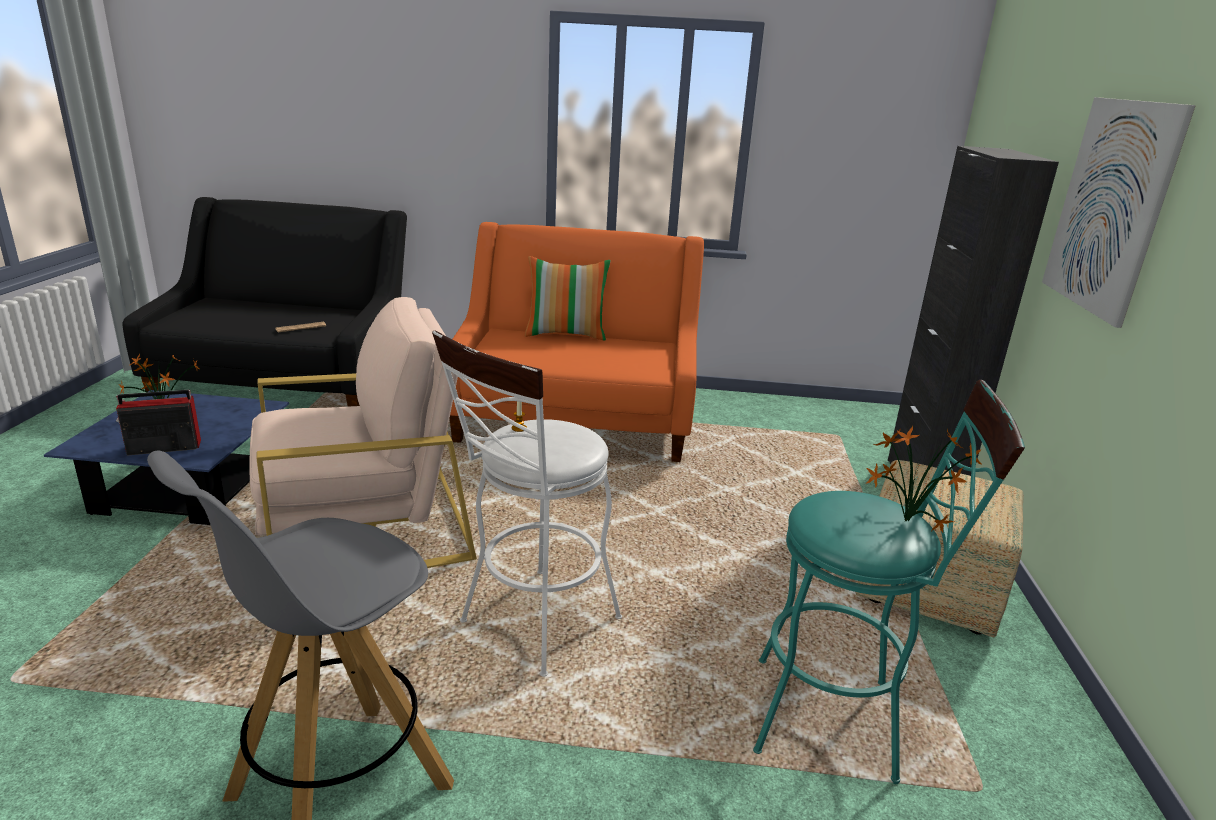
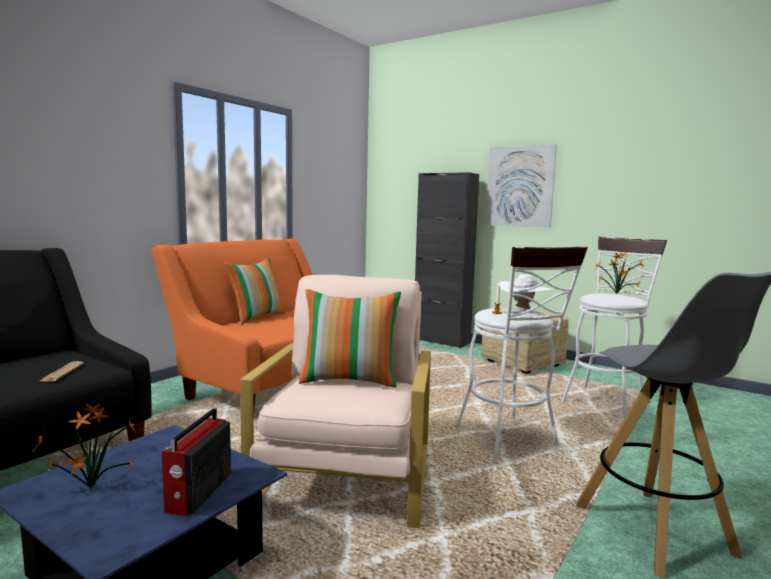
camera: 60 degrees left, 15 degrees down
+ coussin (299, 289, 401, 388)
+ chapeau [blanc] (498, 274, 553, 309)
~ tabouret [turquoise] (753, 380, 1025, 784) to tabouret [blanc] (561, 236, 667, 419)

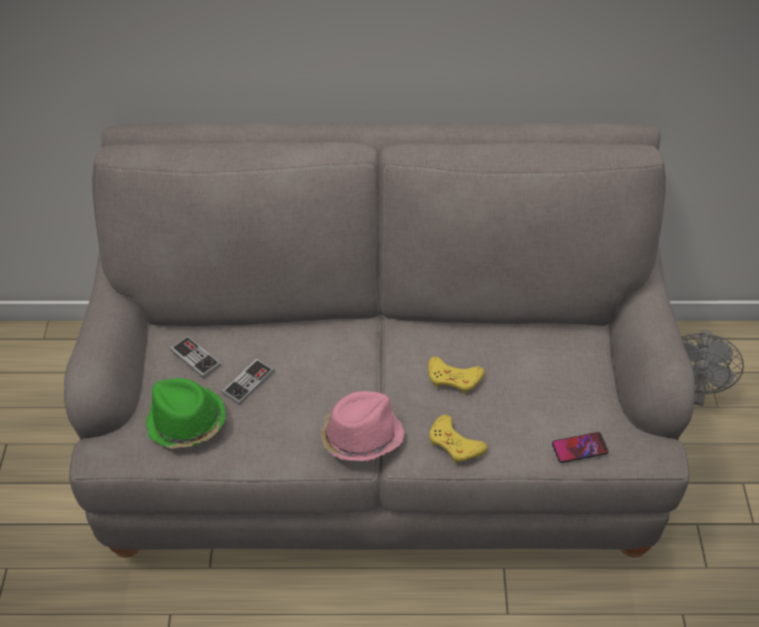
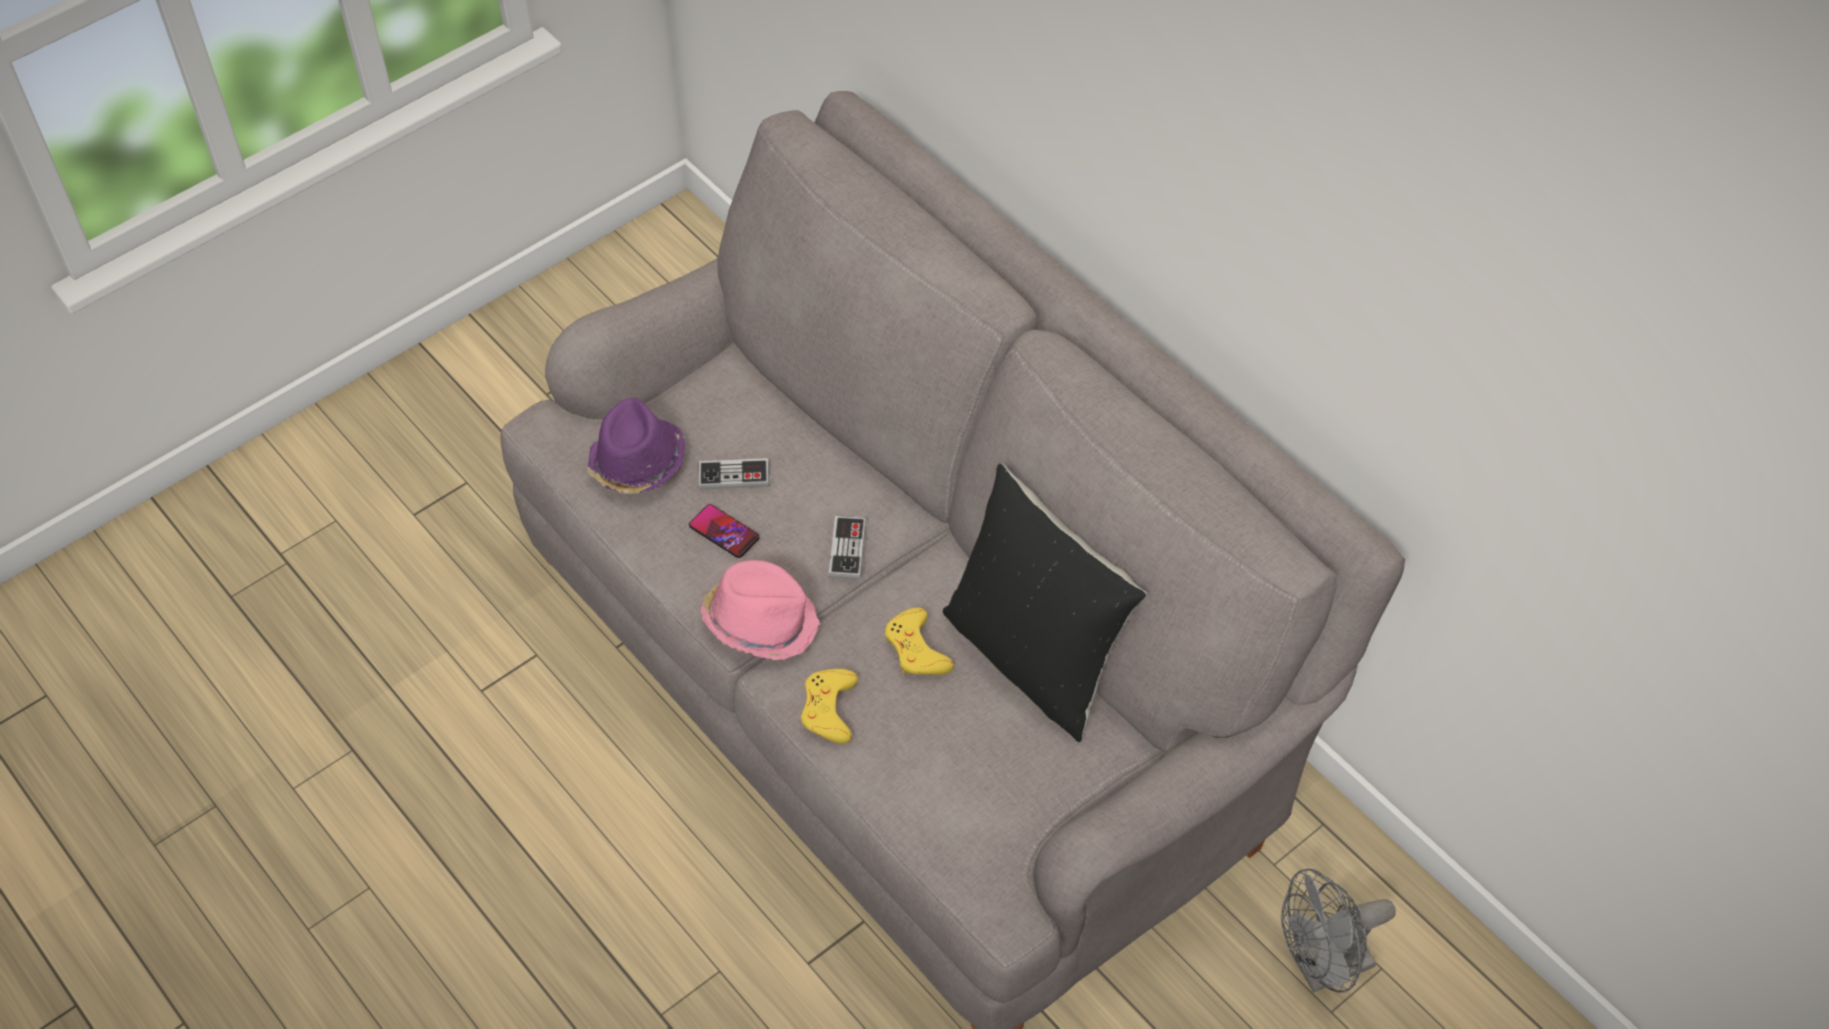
camera: 50 degrees right, 5 degrees up
~ chapeau [vert] (146, 378, 226, 449) to chapeau [violet] (586, 397, 685, 494)
~ téléphone (552, 432, 609, 463) to (689, 504, 760, 558)
~ manette (170, 336, 221, 379) to (828, 516, 866, 579)
+ coussin [noir] (943, 463, 1147, 742)

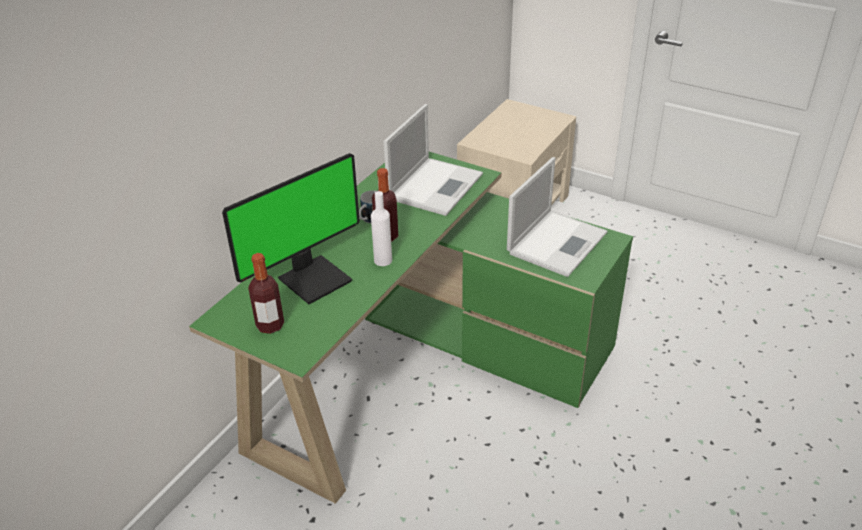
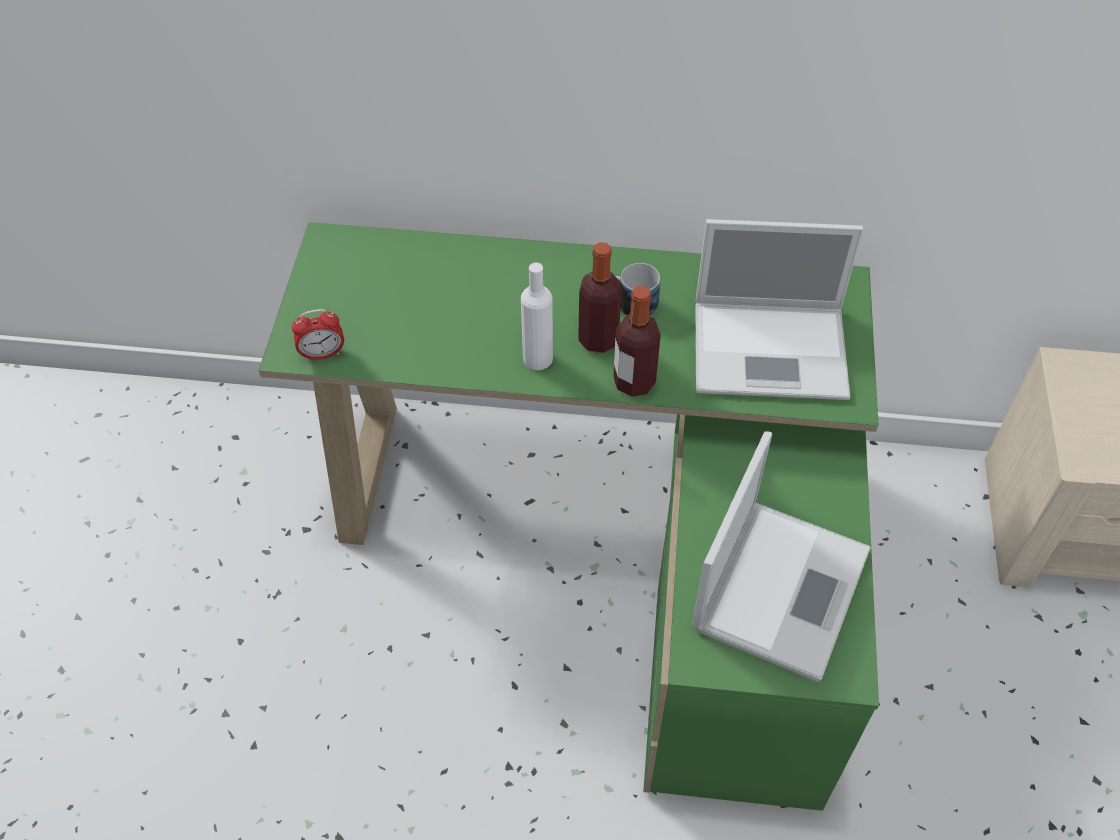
camera: 65 degrees right, 15 degrees up
+ réveil (292, 309, 344, 361)
~ bouteille (248, 253, 284, 334) to (613, 286, 661, 397)
~ ordinateur portable (507, 157, 607, 277) = (692, 431, 871, 682) 75 degrees counterclockwise
- écran d'ordinateur (222, 153, 360, 304)

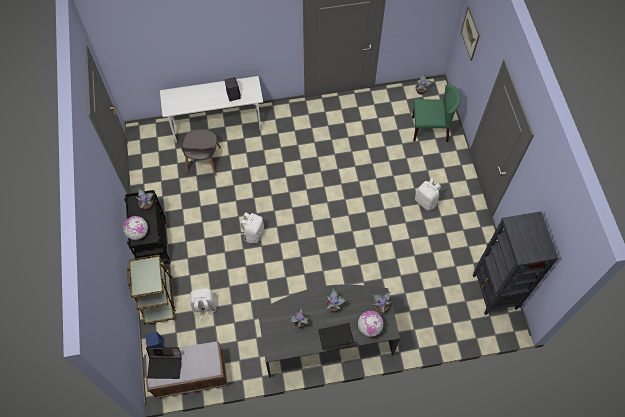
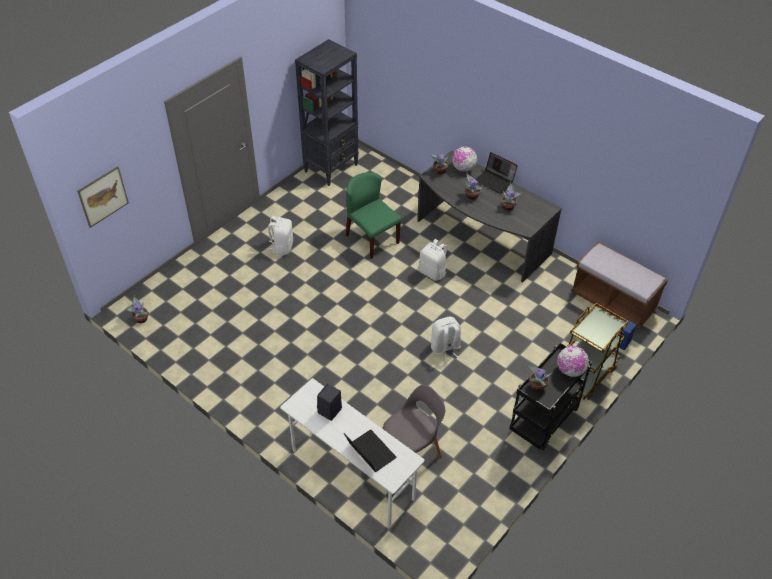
camera: 130 degrees left, 15 degrees down
~ ordinateur portable (146, 347, 182, 379) to (344, 430, 397, 472)
~ chaise [vert] (412, 84, 461, 142) to (346, 172, 402, 259)
~ sac à dos [blanc] (190, 288, 217, 321) to (419, 239, 448, 281)

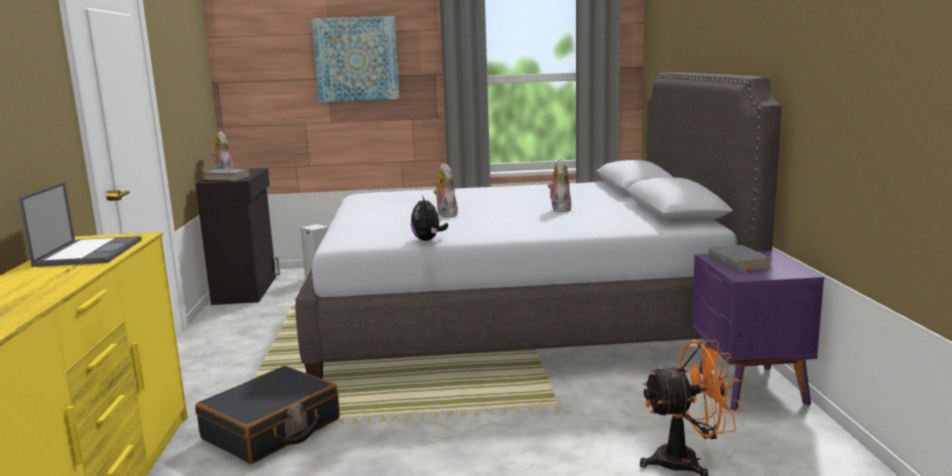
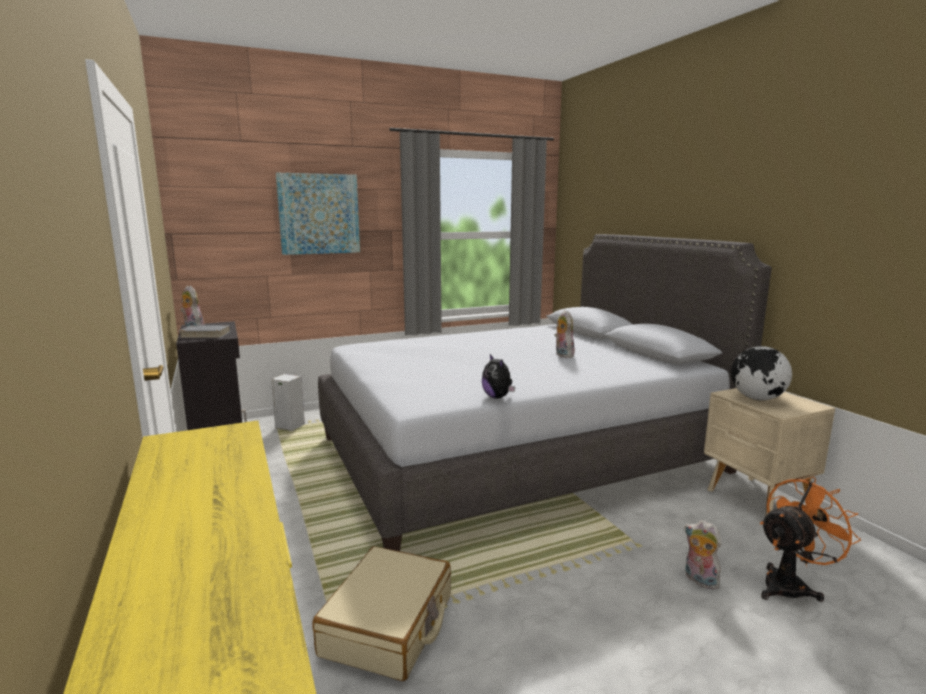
camera: 20 degrees left, 0 degrees up
~ valise [noir] (195, 366, 340, 464) to valise [beige] (313, 546, 451, 681)
~ peluche (433, 163, 458, 217) to (685, 520, 722, 590)
~ table de chevet [violet] (692, 250, 824, 410) to table de chevet [beige] (704, 388, 835, 515)
~ livre [gris] (708, 245, 773, 274) to globe (731, 346, 792, 400)
- ordinateur portable (19, 182, 142, 267)

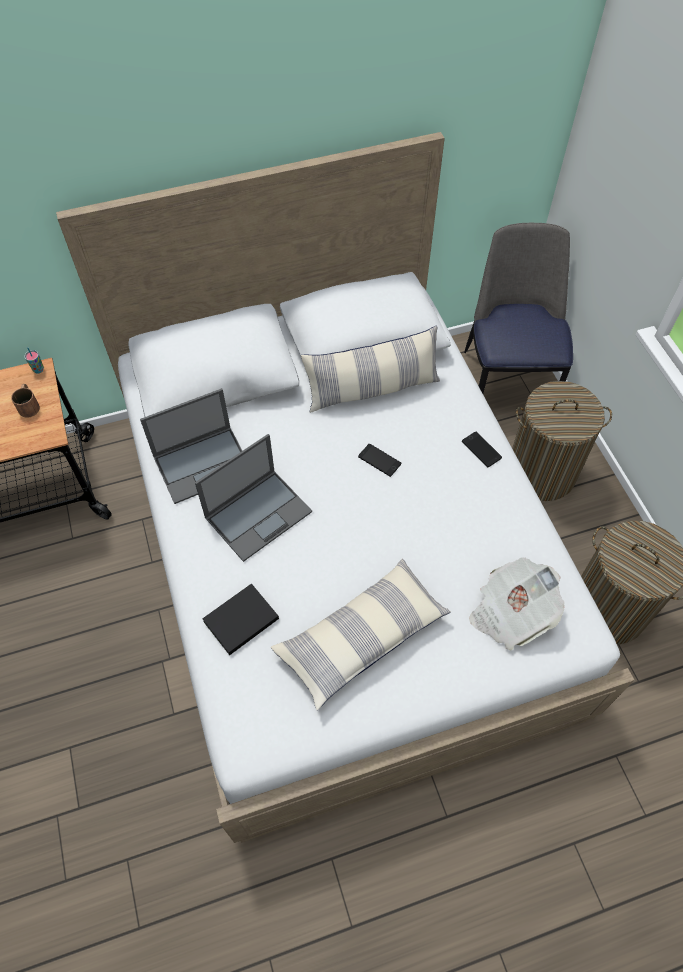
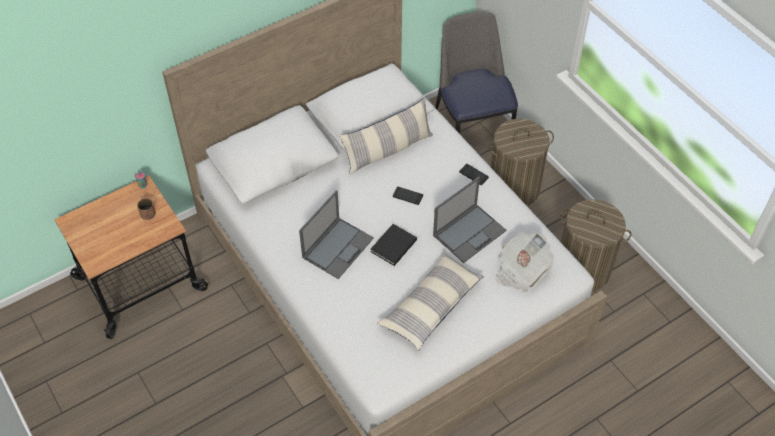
camera: 15 degrees left, 5 degrees down
~ livre [noir] (202, 584, 279, 655) to (371, 224, 417, 266)
~ ordinateur portable (140, 388, 242, 504) to (433, 177, 506, 263)

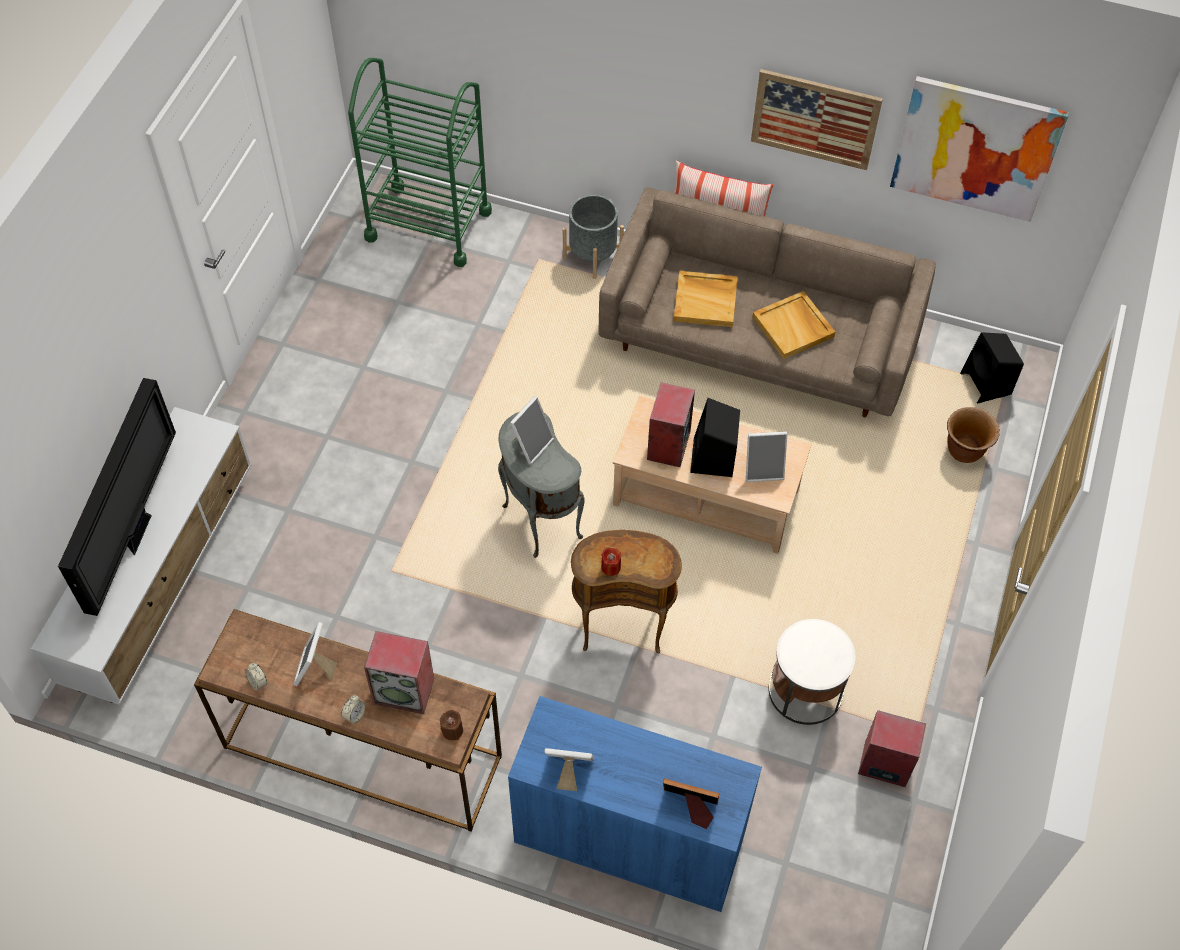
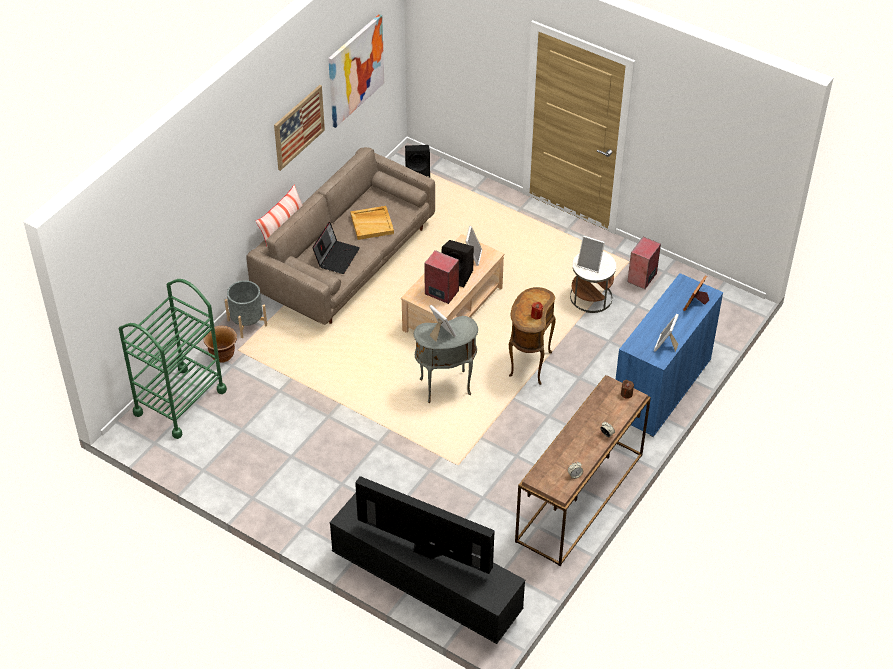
camera: 75 degrees left, 10 degrees down
~ cache-pot [marron] (947, 407, 1000, 463) to (204, 326, 237, 363)
~ plateau [beige] (674, 271, 738, 327) to ordinateur portable (312, 222, 360, 274)
~ meuble télé [blanc] (31, 407, 251, 705) to meuble télé [noir] (330, 493, 525, 644)
~ cadre photo (293, 622, 337, 686) to (577, 235, 605, 273)
- enceinte (364, 631, 434, 714)

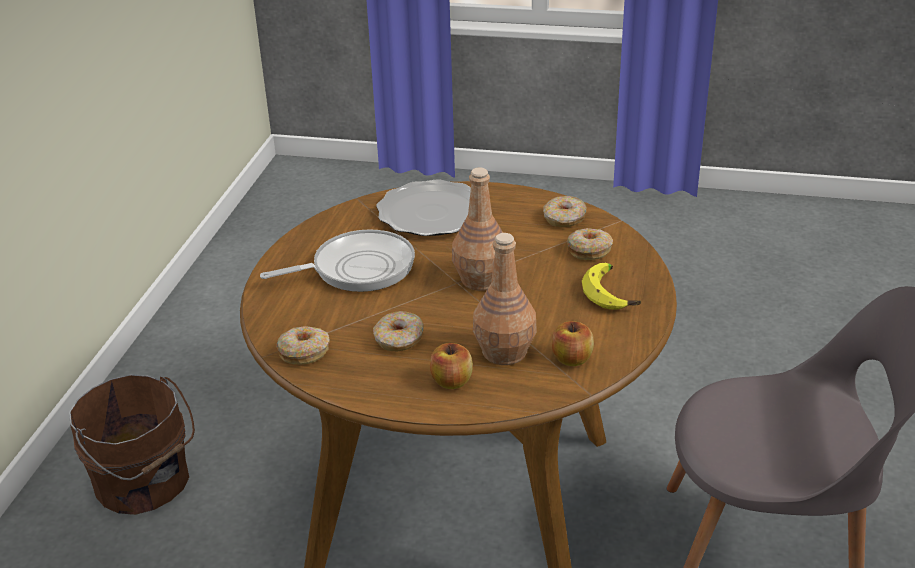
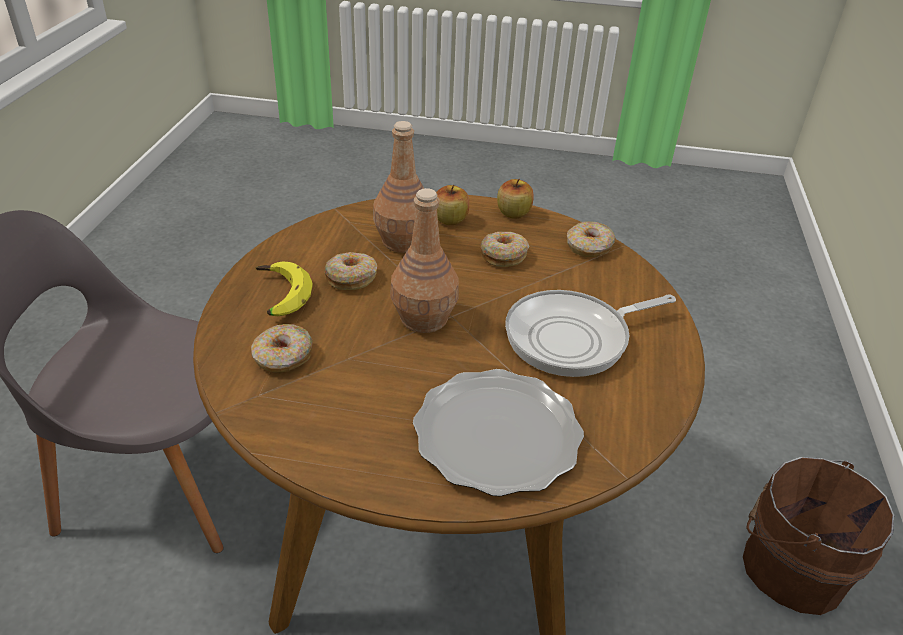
camera: 175 degrees right, 5 degrees up
~ beignet (543, 196, 587, 227) to (325, 252, 378, 290)
~ pomme (552, 321, 594, 366) to (497, 179, 534, 219)

